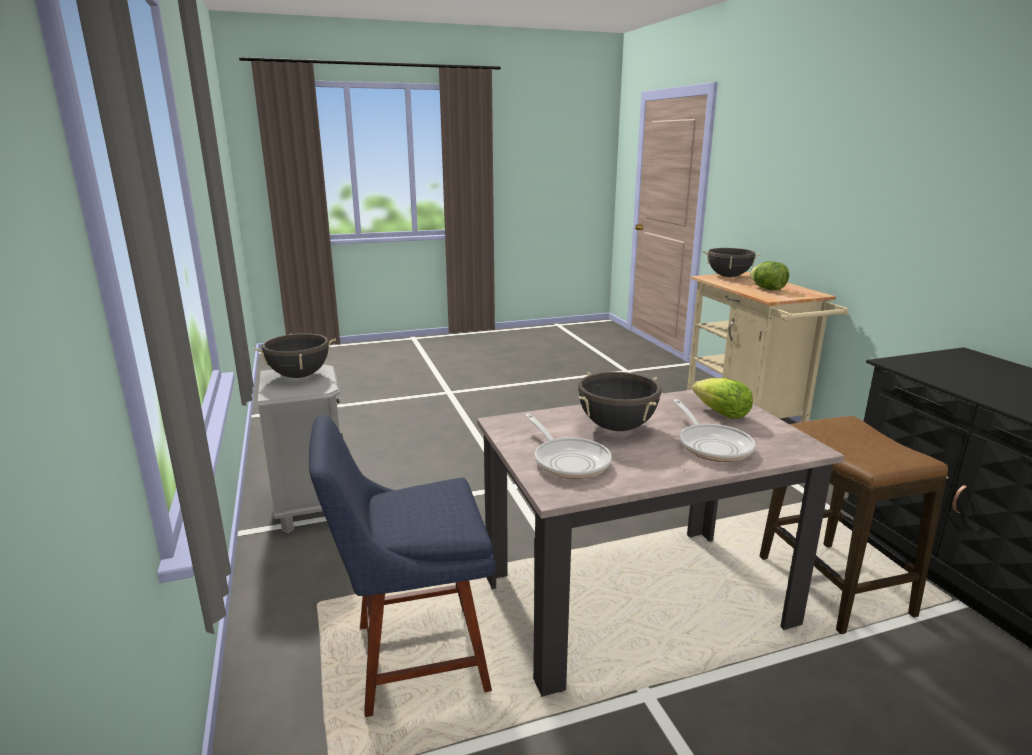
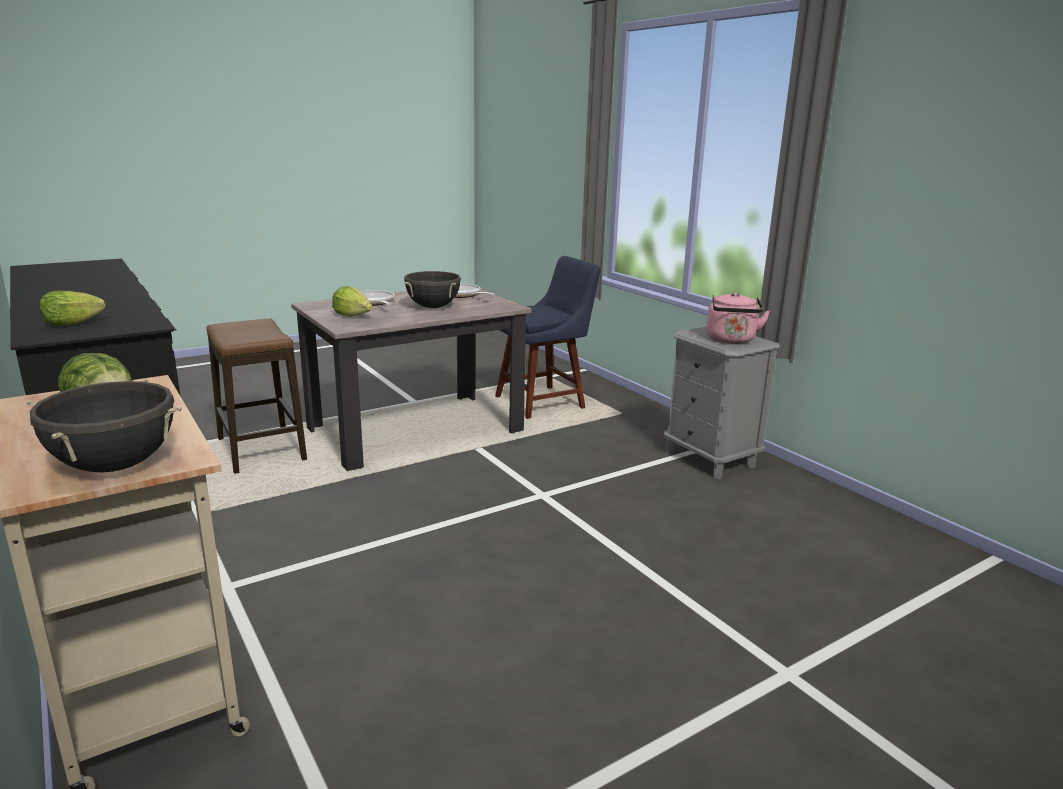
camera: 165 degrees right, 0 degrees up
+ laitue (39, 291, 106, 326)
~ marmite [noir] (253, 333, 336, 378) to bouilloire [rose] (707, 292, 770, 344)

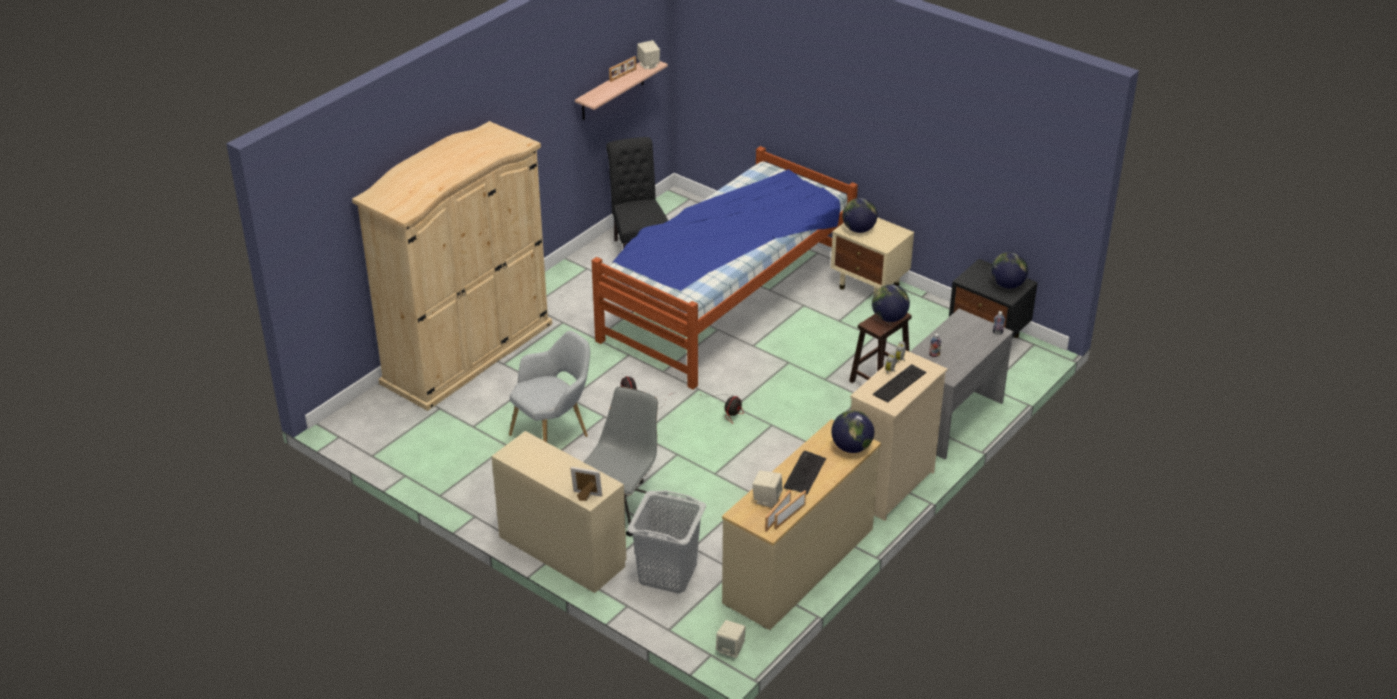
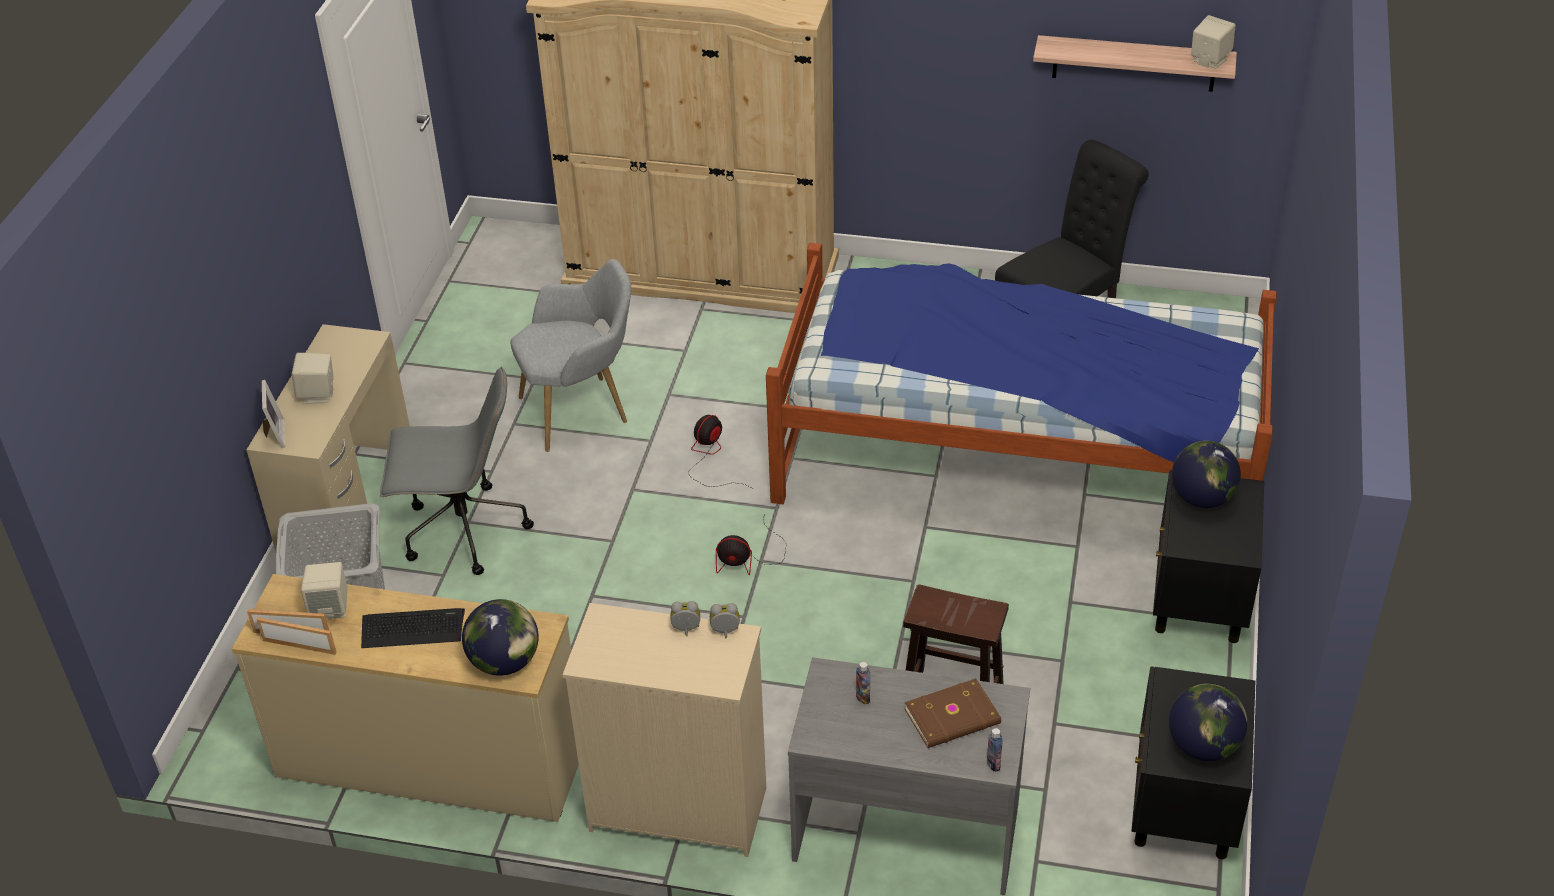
camera: 65 degrees right, 5 degrees up
~ enceinte [beige] (716, 620, 745, 658) to (292, 353, 334, 404)
~ fauteuil [gris] (509, 331, 590, 442) = (510, 259, 631, 452) 45 degrees counterclockwise
+ livre [marron] (905, 678, 1001, 748)
~ table de chevet [beige] (831, 217, 914, 294) to table de chevet [noir] (1153, 470, 1264, 643)
- cadre photo (609, 56, 636, 82)
- globe (872, 284, 910, 322)
- clavier (873, 364, 926, 403)

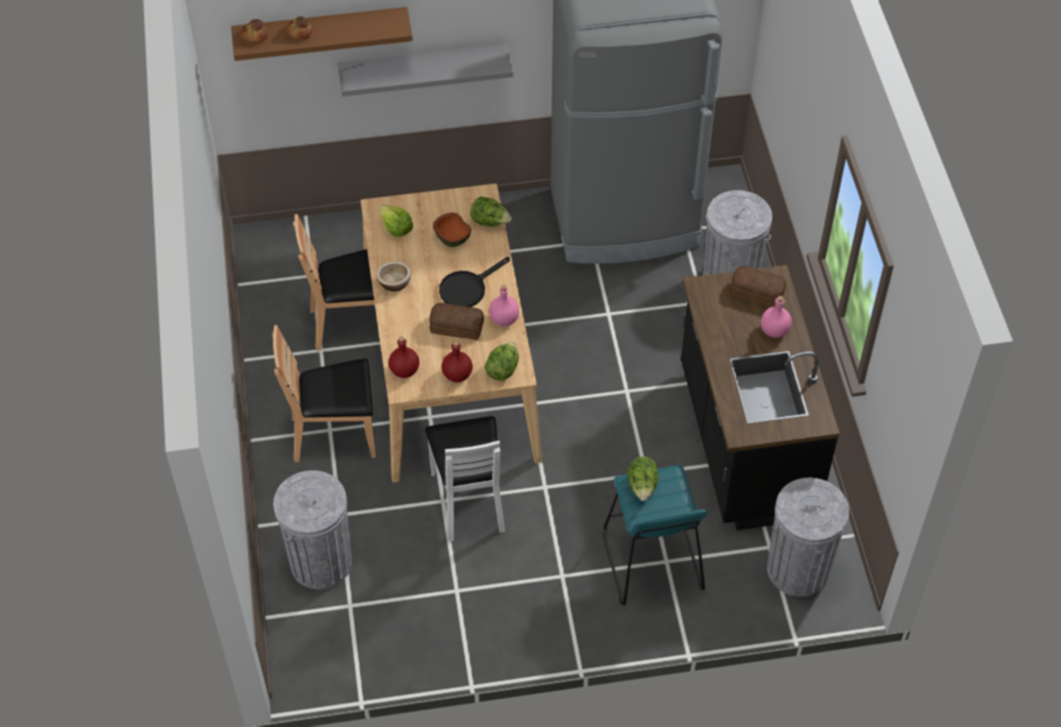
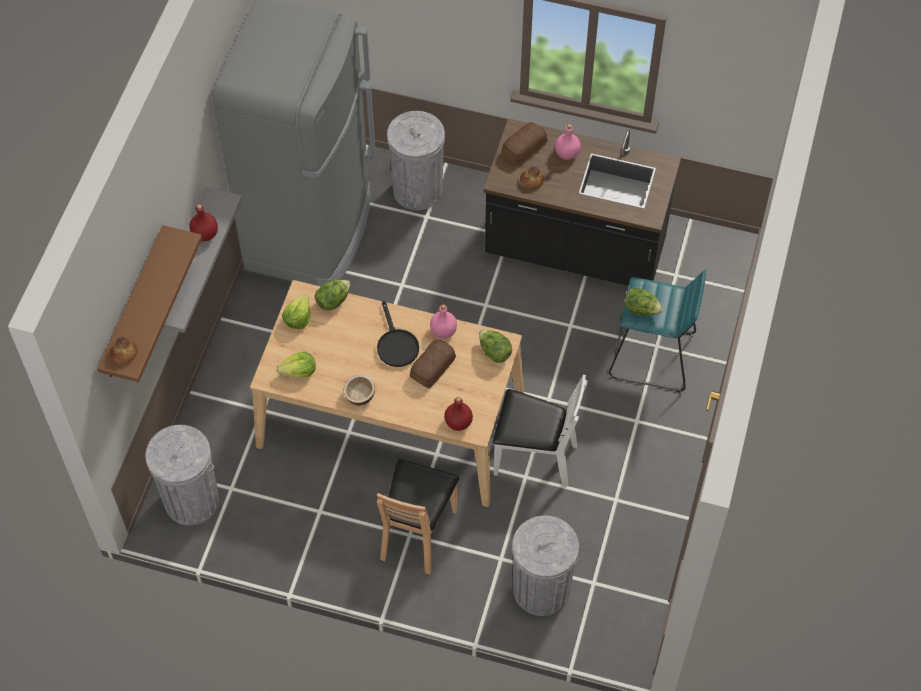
camera: 65 degrees left, 5 degrees up
~ poubelle [gris] (767, 478, 849, 597) to (146, 425, 219, 525)
~ bouteille [rouge] (442, 341, 473, 382) to (190, 204, 218, 241)
+ laitue (282, 294, 310, 329)
~ pain (286, 16, 312, 41) to (520, 166, 544, 189)
- chaise [marron] (293, 214, 375, 351)
- bol (433, 212, 471, 247)

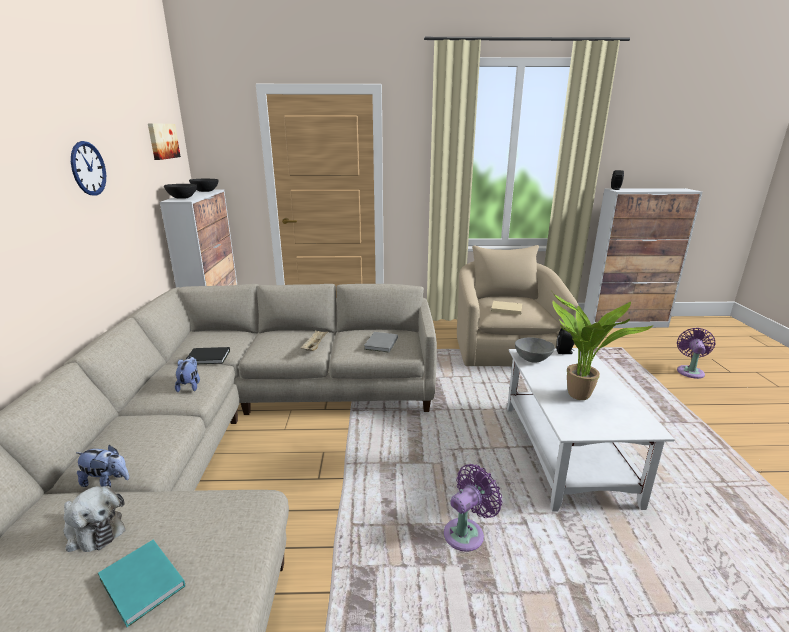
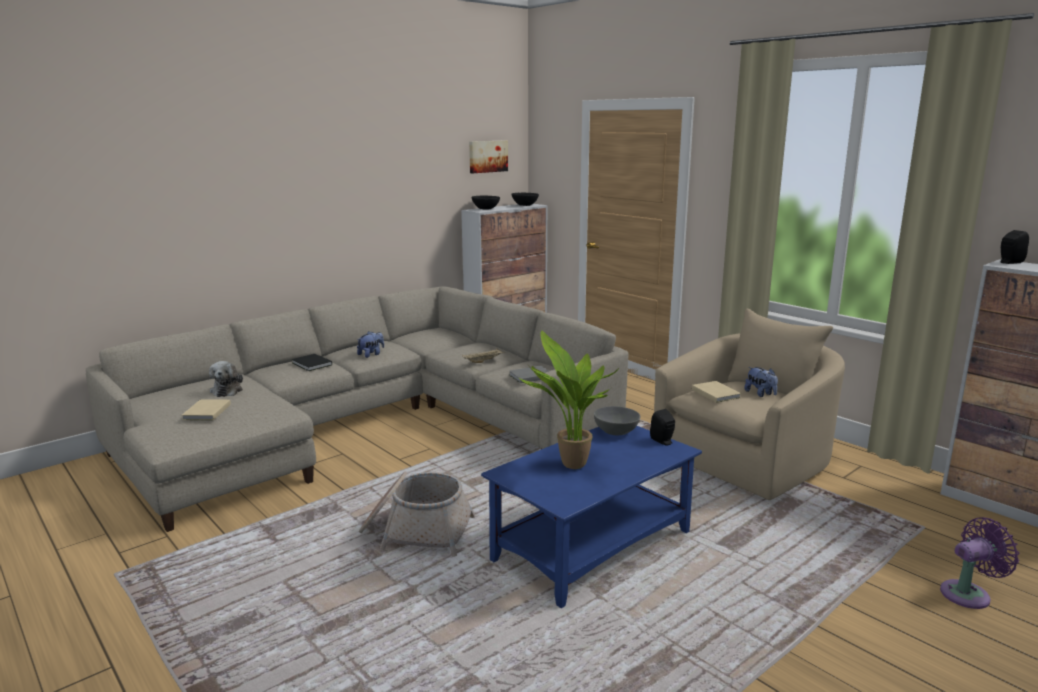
camera: 50 degrees right, 5 degrees down
~ livre [turquoise] (98, 540, 185, 627) to livre [beige] (182, 399, 231, 420)
~ livre [noir] (185, 347, 230, 364) to (291, 354, 332, 371)
~ ventilateur [violet] (444, 464, 502, 552) to panier (359, 471, 475, 557)
~ table basse [blanc] (507, 348, 675, 512) to table basse [bleu] (481, 426, 702, 608)
~ peluche (76, 445, 129, 488) to (744, 367, 778, 397)
- horloge murale (71, 141, 106, 196)

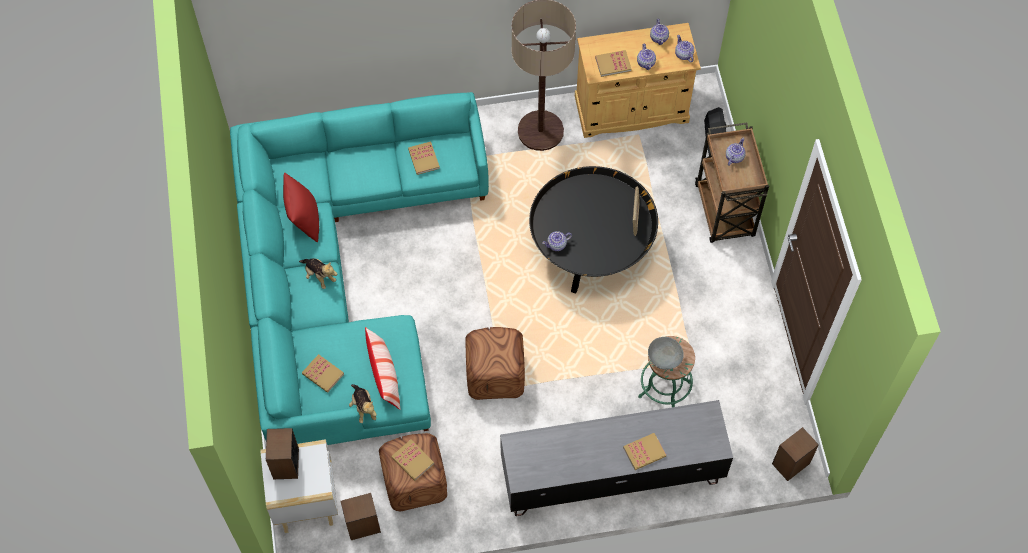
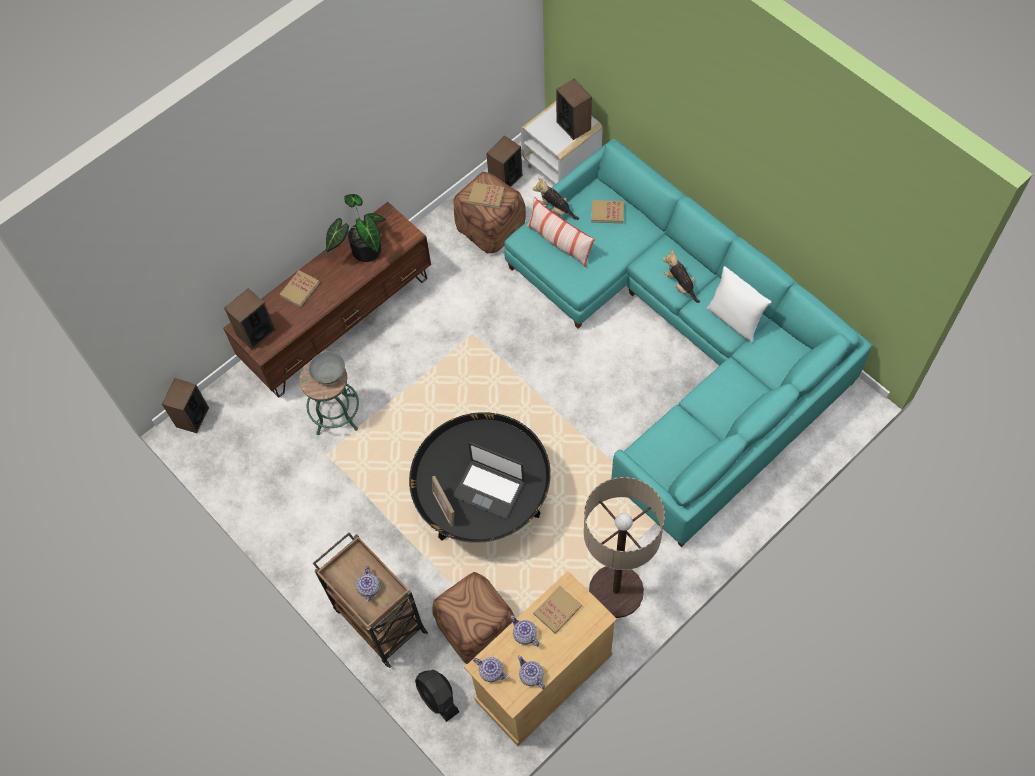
camera: 150 degrees right, 0 degrees up
~ meuble télé [gris] (500, 400, 733, 516) to meuble télé [marron] (223, 202, 431, 398)
+ enceinte (224, 288, 275, 349)
+ plante en pot (326, 194, 386, 262)
~ pouf [marron] (466, 327, 525, 400) to (433, 572, 514, 664)
+ ordinateur portable (454, 442, 524, 518)
~ peluche (299, 259, 338, 289) = (663, 250, 700, 303) 45 degrees clockwise
~ coussin [rouge] (283, 173, 319, 243) to coussin [blanc] (706, 266, 771, 343)
- livre (408, 141, 440, 175)
- théière (542, 231, 572, 251)

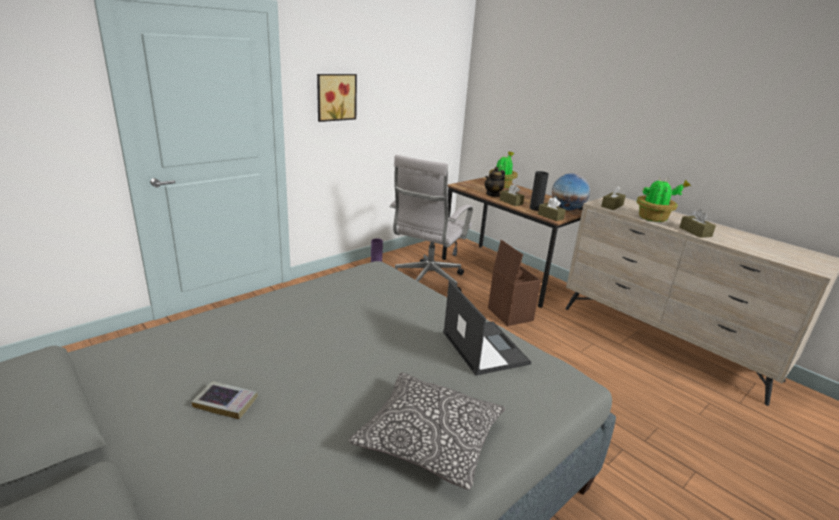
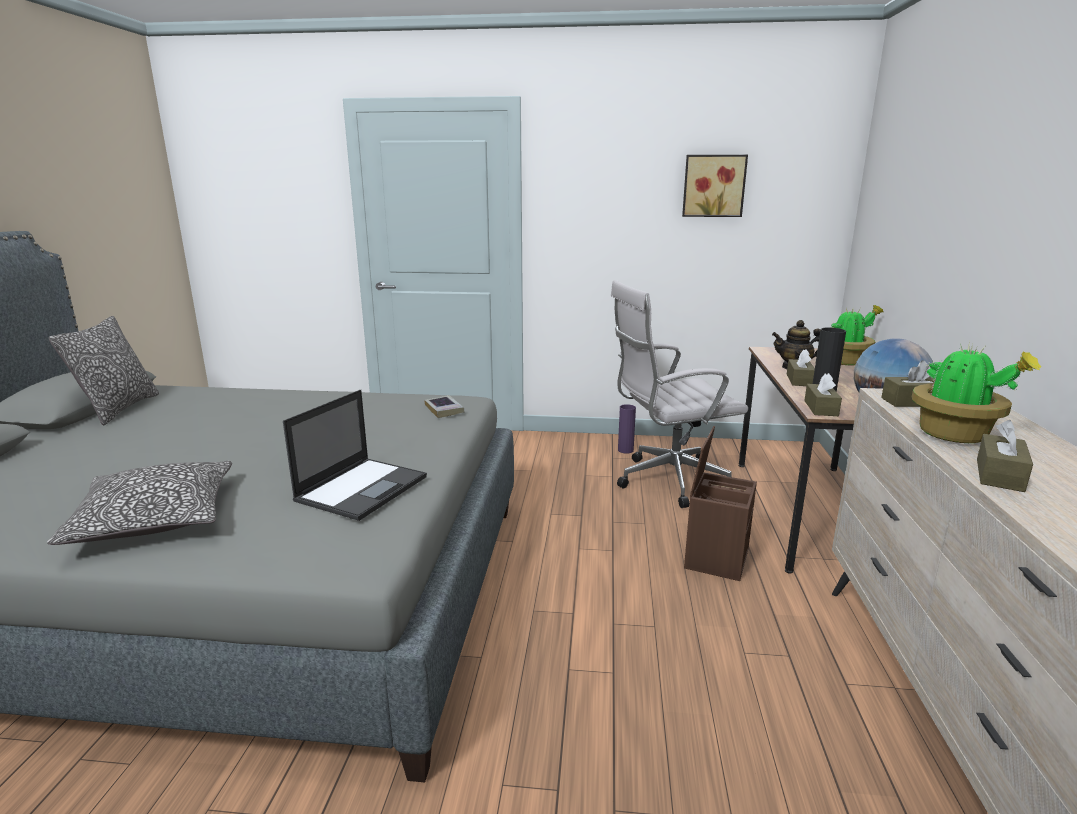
camera: 50 degrees right, 5 degrees down
+ coussin (49, 316, 159, 426)
~ livre (191, 381, 258, 419) to (424, 395, 464, 418)
~ tableau (317, 74, 357, 122) to (682, 155, 748, 217)

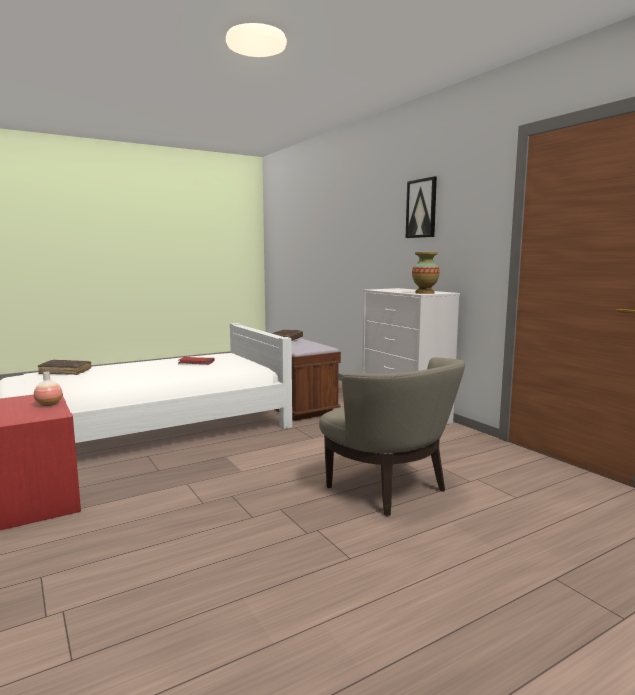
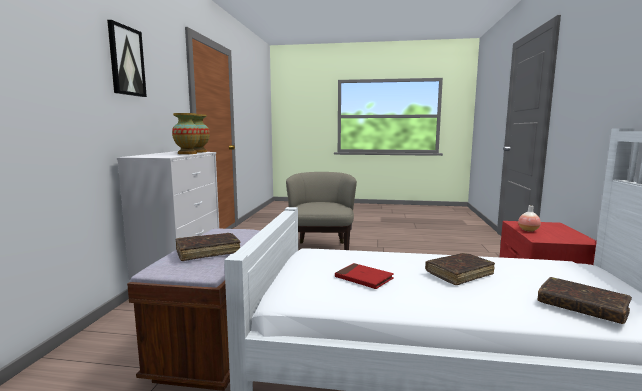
camera: 140 degrees left, 0 degrees up
+ vase (172, 113, 200, 154)
+ livre [marron] (425, 253, 495, 285)

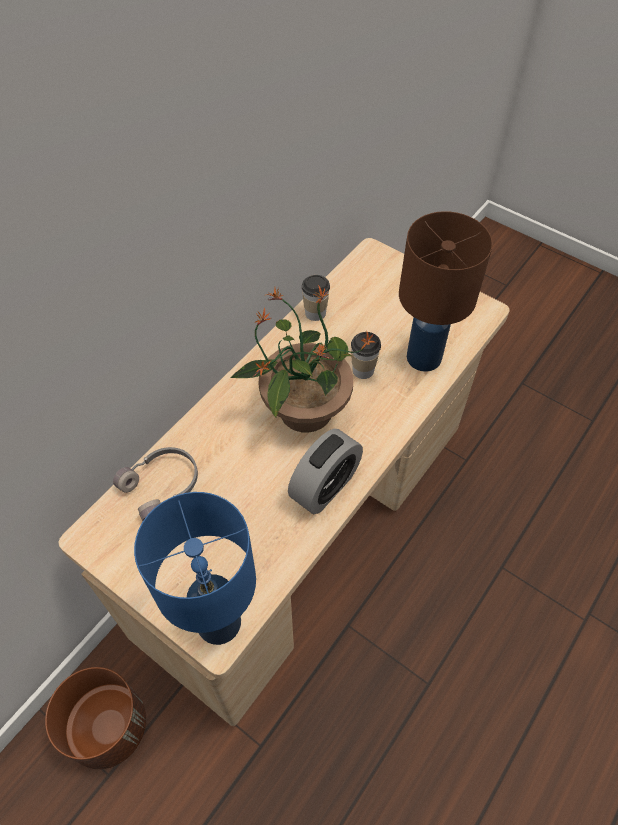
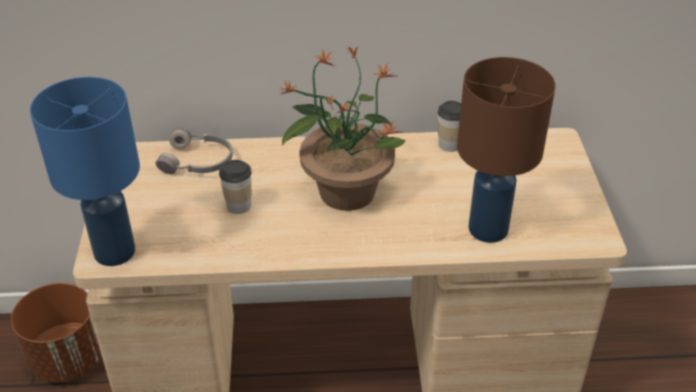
camera: 50 degrees right, 15 degrees down
~ tasse (351, 332, 381, 379) to (219, 160, 252, 214)
- réveil (288, 429, 363, 514)

